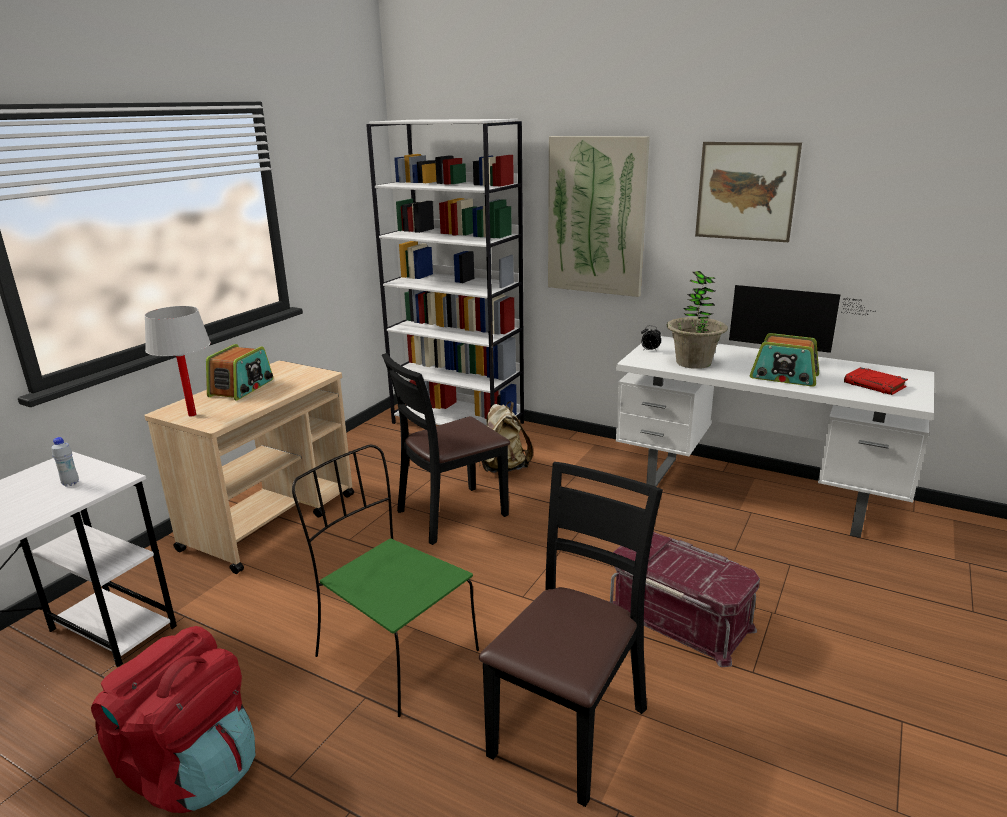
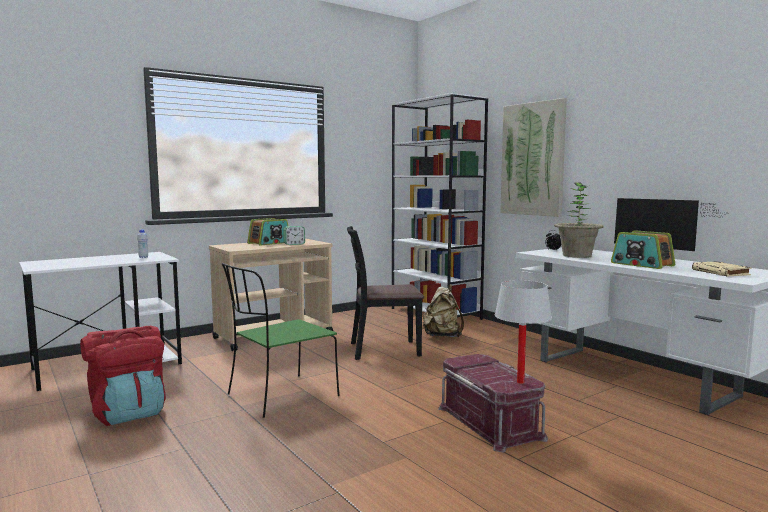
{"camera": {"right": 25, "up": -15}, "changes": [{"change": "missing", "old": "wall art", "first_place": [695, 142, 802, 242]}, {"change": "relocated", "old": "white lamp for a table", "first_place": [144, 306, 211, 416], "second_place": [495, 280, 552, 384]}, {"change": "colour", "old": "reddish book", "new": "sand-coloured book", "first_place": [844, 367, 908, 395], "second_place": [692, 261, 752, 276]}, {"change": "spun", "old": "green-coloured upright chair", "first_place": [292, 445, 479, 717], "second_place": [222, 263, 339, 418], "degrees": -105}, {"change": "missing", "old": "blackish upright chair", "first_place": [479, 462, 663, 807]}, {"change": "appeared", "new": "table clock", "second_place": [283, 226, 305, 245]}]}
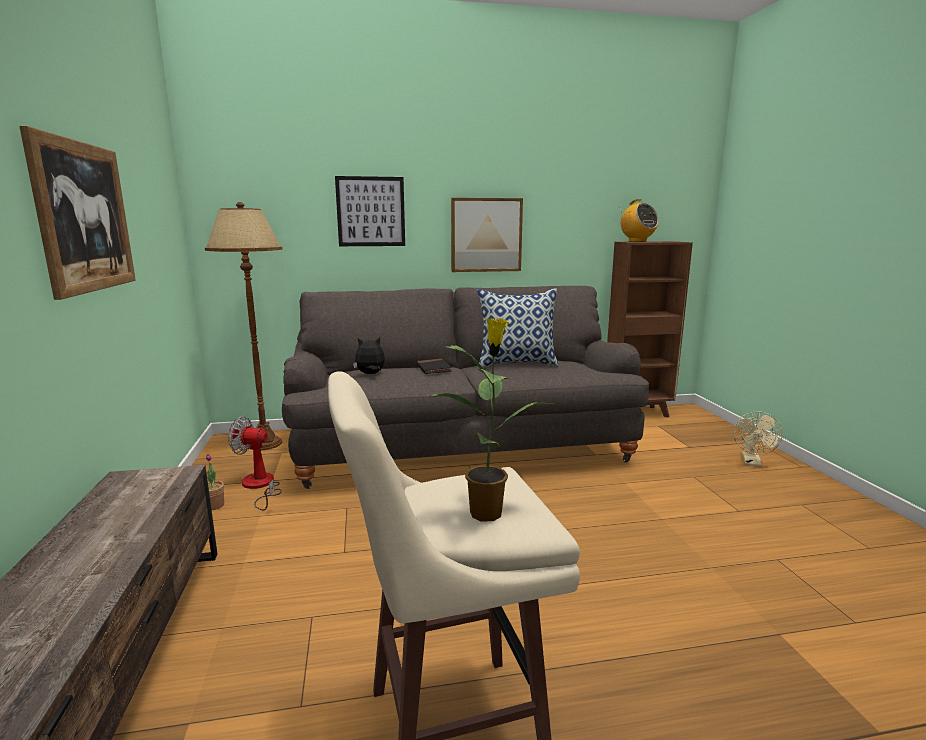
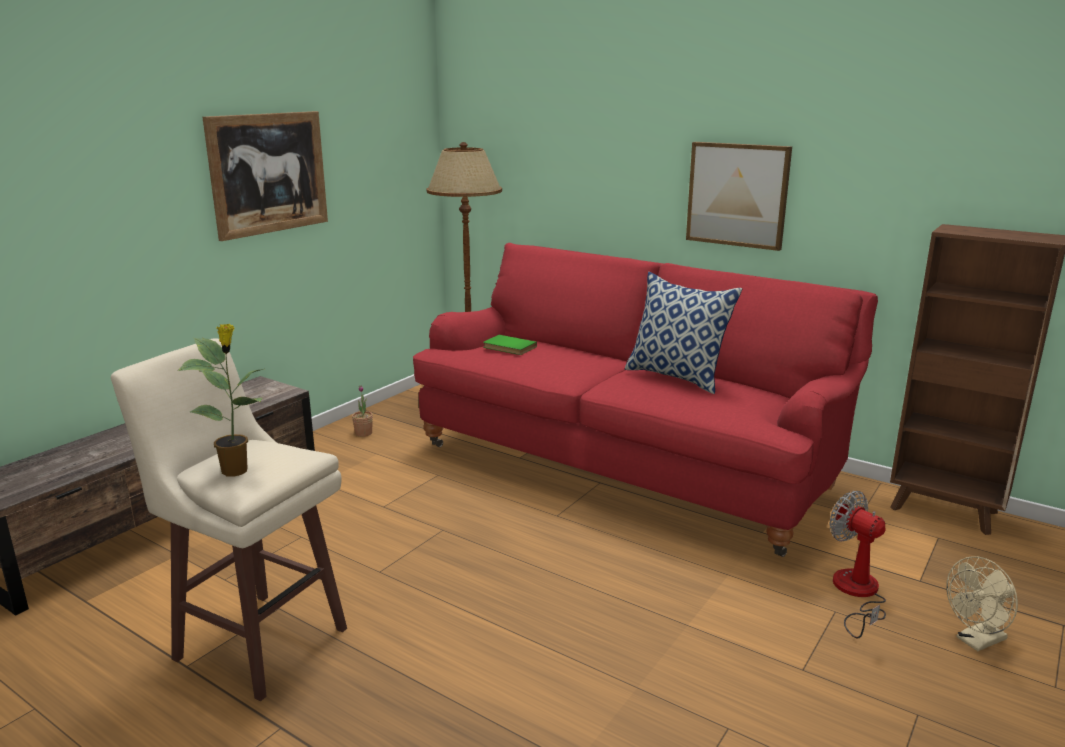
{"camera": {"right": 45, "up": 5}, "changes": [{"change": "missing", "old": "wall art", "first_place": [335, 176, 405, 246]}, {"change": "missing", "old": "radio set", "first_place": [620, 199, 659, 242]}, {"change": "colour", "old": "gray settee", "new": "reddish settee", "first_place": [282, 286, 649, 489], "second_place": [413, 243, 878, 557]}, {"change": "exchanged", "old": "cuddly toy", "new": "green-coloured book", "first_place": [353, 337, 385, 374], "second_place": [483, 335, 537, 355]}, {"change": "missing", "old": "blackish book", "first_place": [417, 359, 452, 374]}, {"change": "relocated", "old": "cooling fan", "first_place": [228, 416, 282, 510], "second_place": [829, 491, 886, 639]}]}
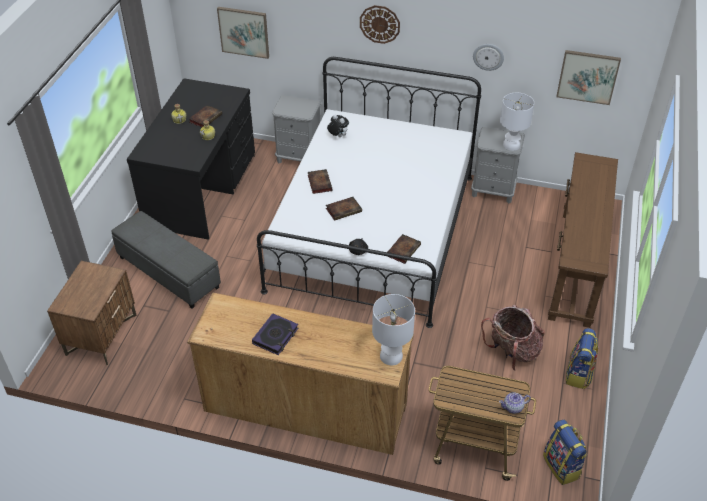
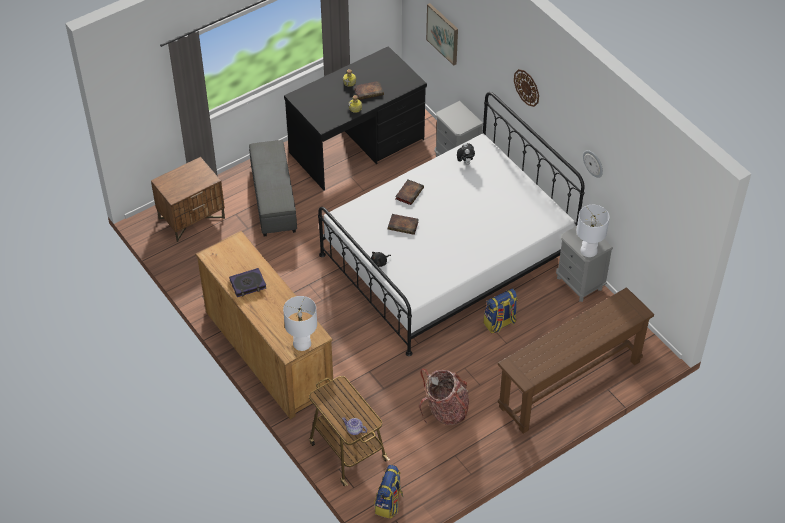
{"camera": {"right": 40, "up": 5}, "changes": [{"change": "missing", "old": "wall art", "first_place": [556, 50, 621, 105]}, {"change": "missing", "old": "book", "first_place": [387, 234, 421, 264]}, {"change": "relocated", "old": "knapsack", "first_place": [566, 328, 598, 389], "second_place": [484, 289, 518, 333]}]}
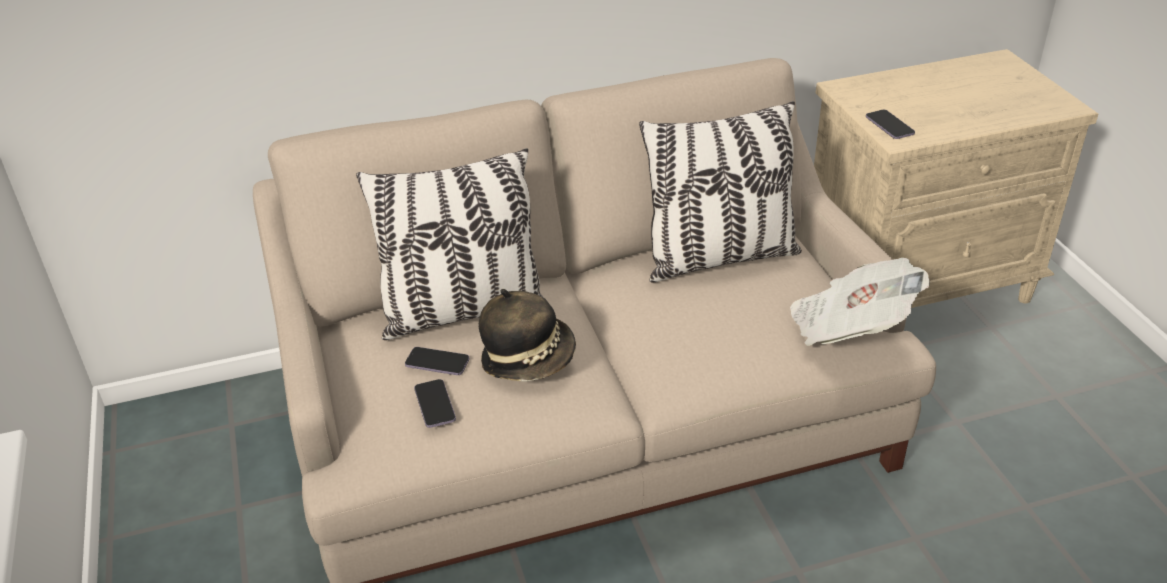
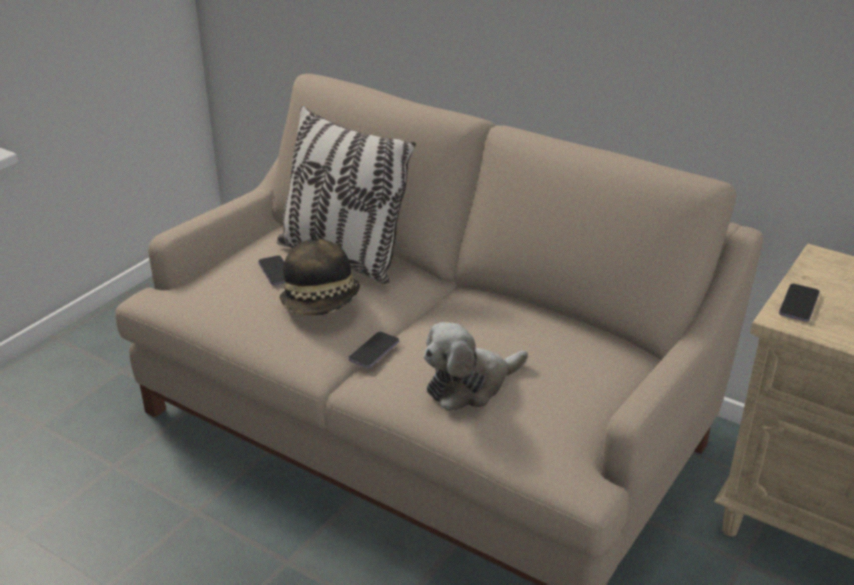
{"camera": {"right": 50, "up": -5}, "changes": [{"change": "missing", "old": "throw pillow", "first_place": [639, 101, 802, 283]}, {"change": "missing", "old": "daily paper", "first_place": [790, 258, 930, 346]}, {"change": "relocated", "old": "handset", "first_place": [414, 379, 456, 428], "second_place": [348, 332, 399, 368]}, {"change": "appeared", "new": "cuddly toy", "second_place": [424, 322, 528, 411]}]}
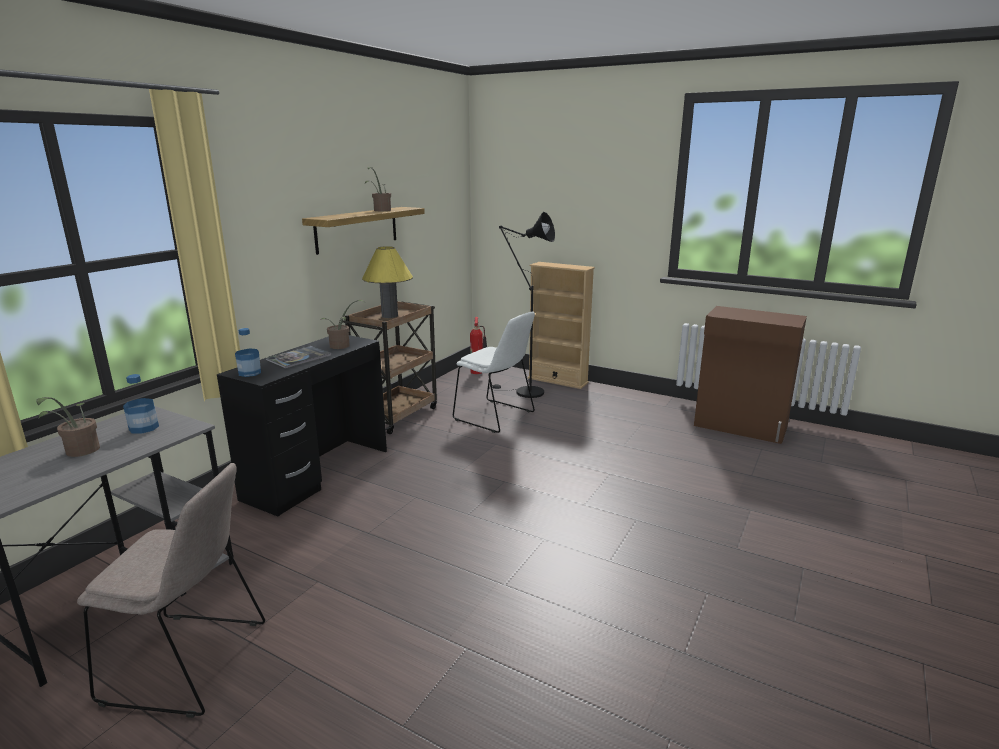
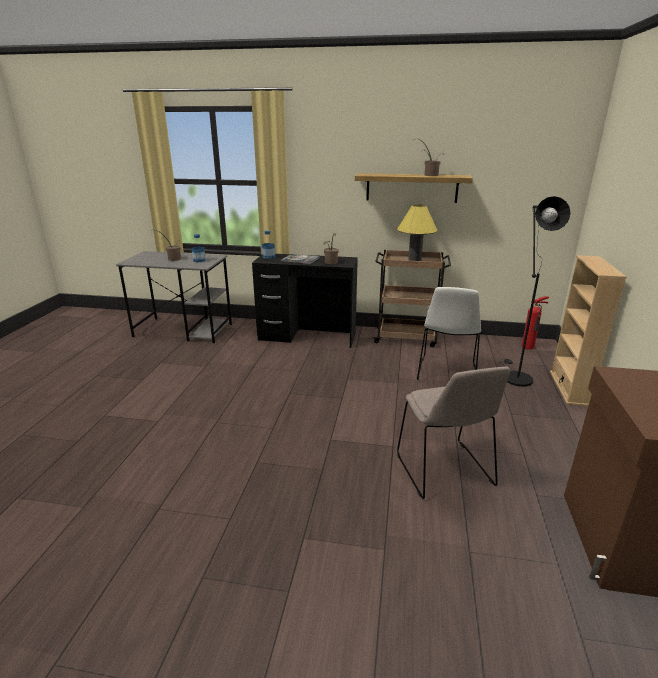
{"camera": {"right": 70, "up": 5}, "changes": [{"change": "relocated", "old": "sand-coloured upright chair", "first_place": [77, 463, 265, 718], "second_place": [397, 367, 510, 499]}]}
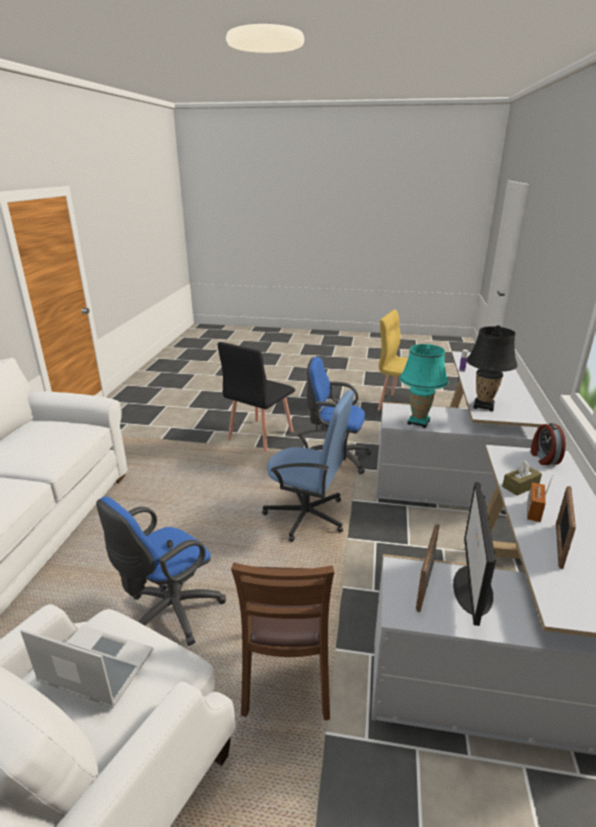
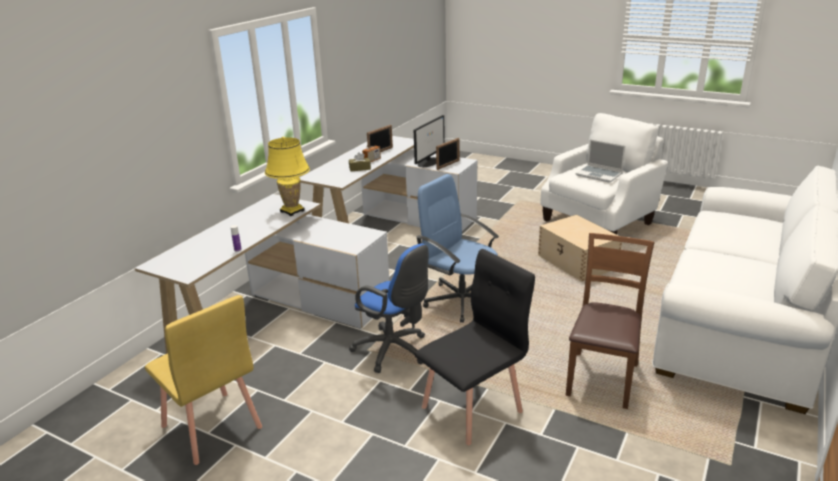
{"camera": {"right": -160, "up": 0}, "changes": [{"change": "colour", "old": "blackish lamp for a table", "new": "yellow lamp for a table", "first_place": [467, 325, 518, 411], "second_place": [265, 137, 310, 216]}, {"change": "missing", "old": "turquoise-coloured lamp for a table", "first_place": [399, 344, 449, 428]}, {"change": "missing", "old": "table clock", "first_place": [531, 423, 566, 465]}, {"change": "exchanged", "old": "bluish computer chair", "new": "sand-coloured storage box", "first_place": [96, 497, 226, 646], "second_place": [538, 215, 622, 282]}, {"change": "relocated", "old": "brown-coloured upright chair", "first_place": [231, 563, 334, 720], "second_place": [566, 233, 655, 409]}]}
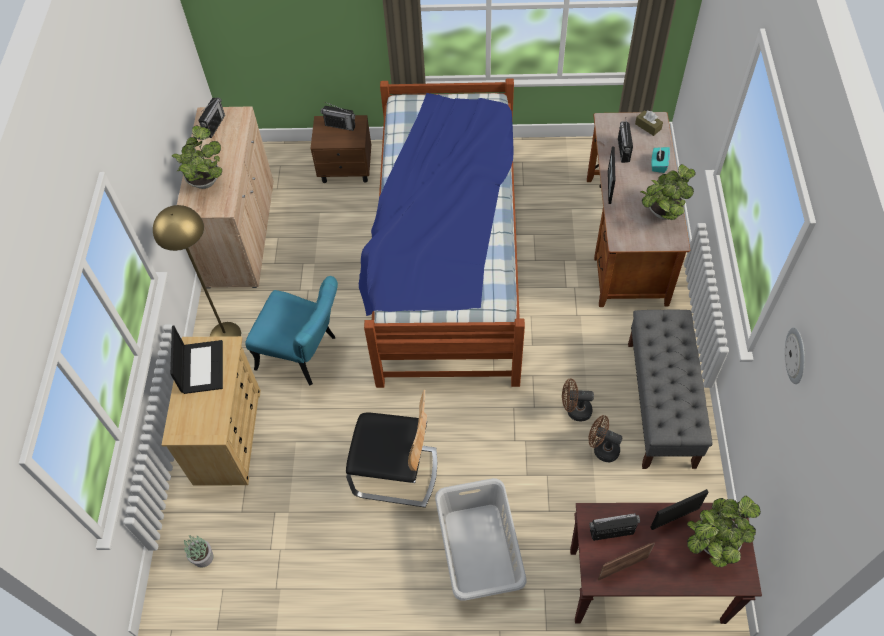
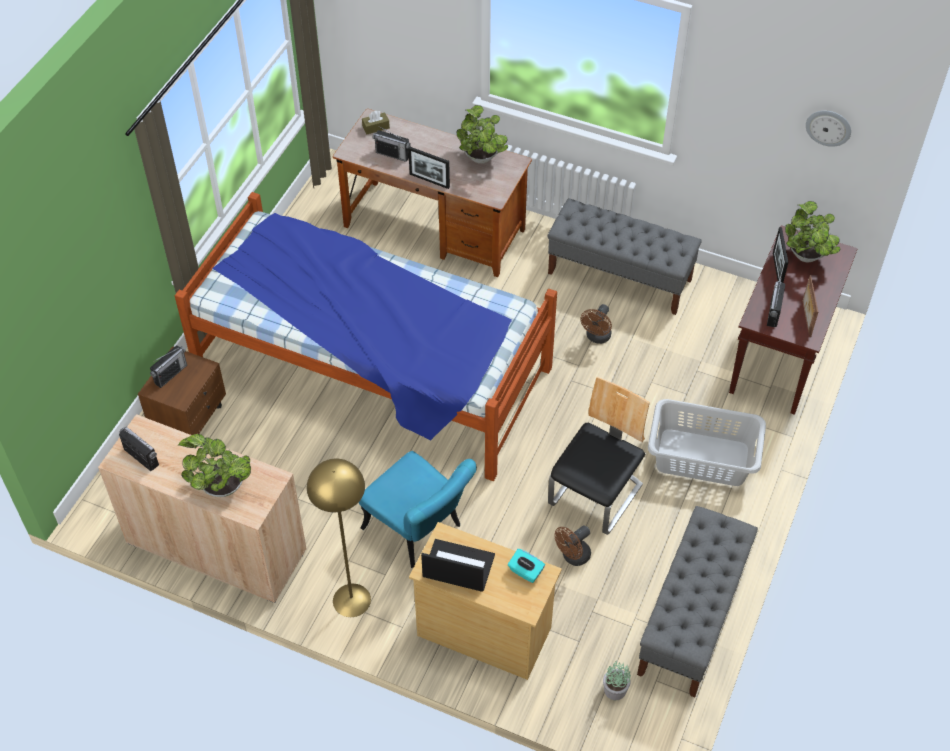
{"camera": {"right": -70, "up": -5}, "changes": [{"change": "relocated", "old": "turquoise-coloured tissue box", "first_place": [651, 147, 670, 173], "second_place": [508, 549, 545, 583]}, {"change": "spun", "old": "turquoise-coloured upright chair", "first_place": [245, 276, 338, 385], "second_place": [359, 451, 477, 568], "degrees": 90}, {"change": "relocated", "old": "wall clock", "first_place": [785, 328, 805, 384], "second_place": [806, 111, 851, 147]}, {"change": "relocated", "old": "brown-coloured cooling fan", "first_place": [589, 415, 623, 462], "second_place": [554, 525, 591, 566]}, {"change": "appeared", "new": "gray indoor bench", "second_place": [637, 506, 758, 697]}]}
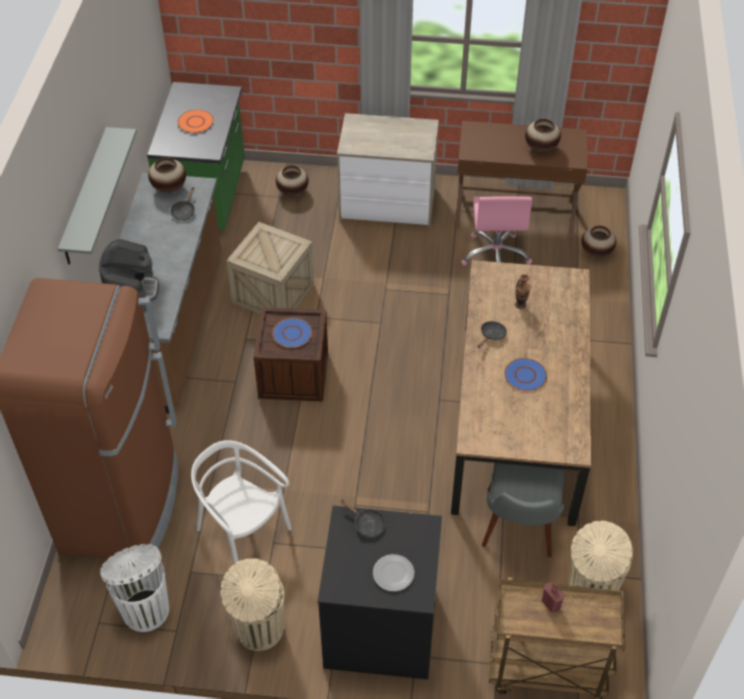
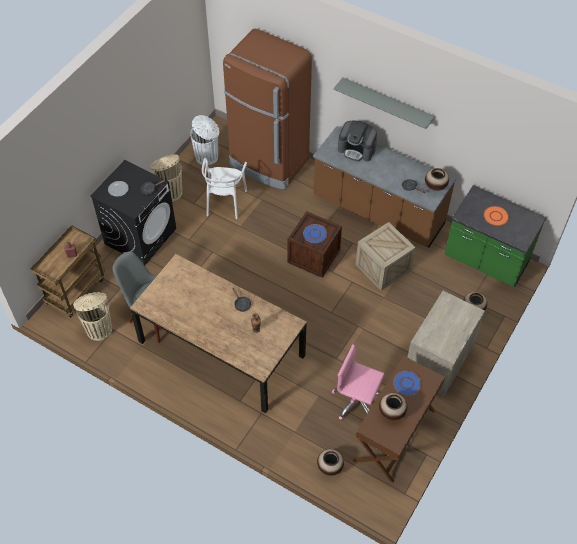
{"camera": {"right": 115, "up": 5}, "changes": [{"change": "relocated", "old": "bluish flat dish", "first_place": [504, 358, 547, 391], "second_place": [393, 371, 421, 396]}, {"change": "spun", "old": "white upright chair", "first_place": [191, 440, 292, 565], "second_place": [202, 158, 247, 219], "degrees": 120}]}
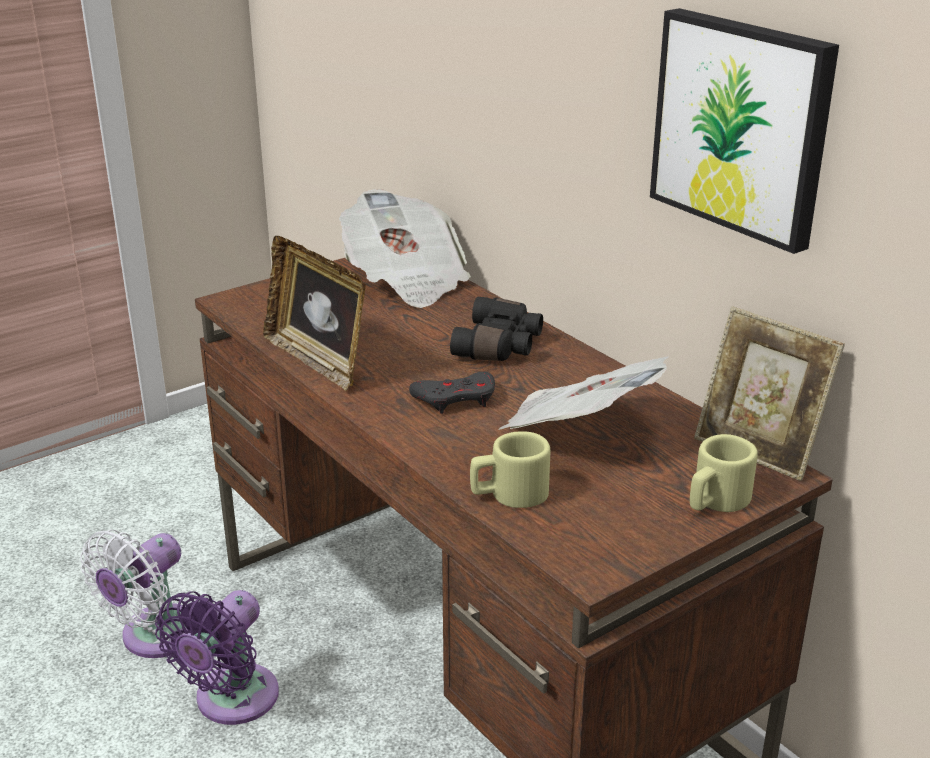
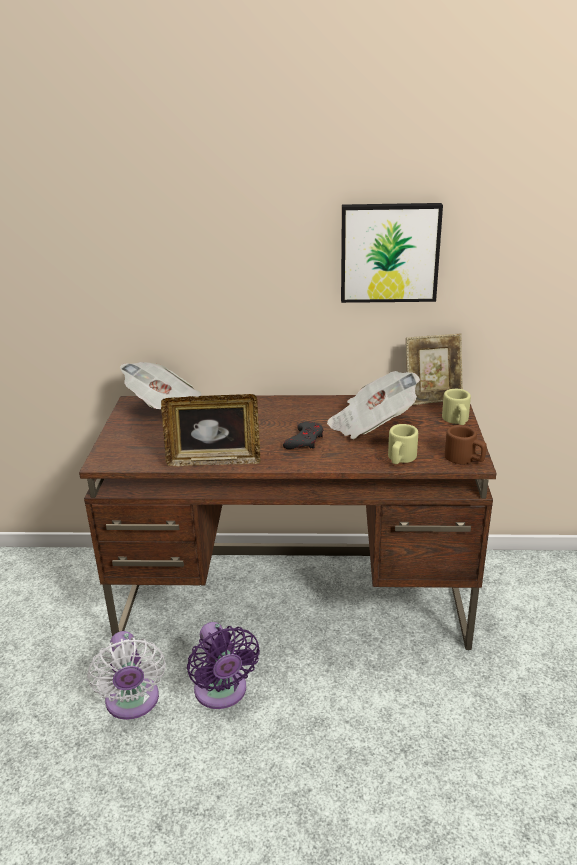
{"camera": {"right": -50, "up": 0}, "changes": [{"change": "missing", "old": "blackish field glasses", "first_place": [450, 297, 543, 361]}, {"change": "appeared", "new": "brown-coloured coffee mug", "second_place": [444, 425, 487, 464]}]}
